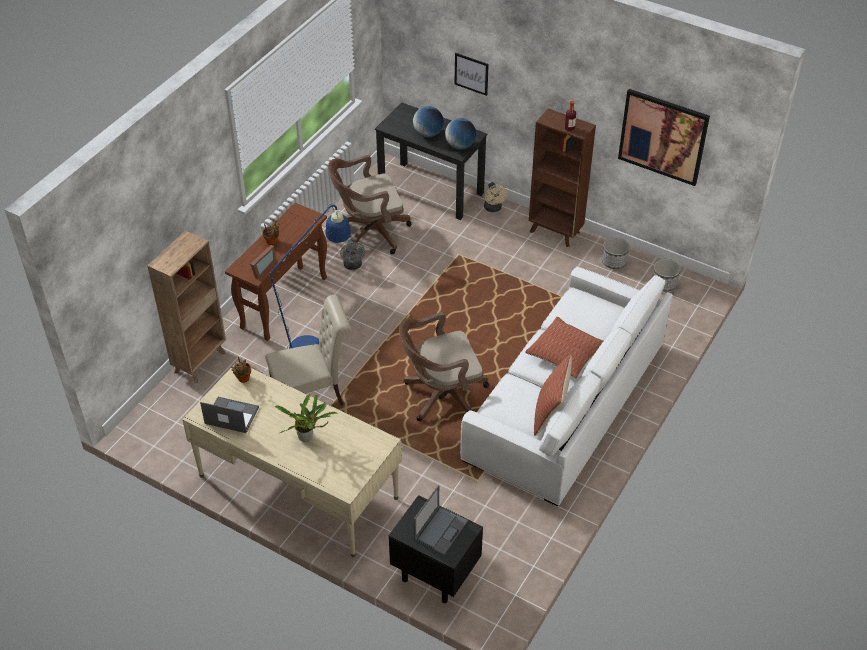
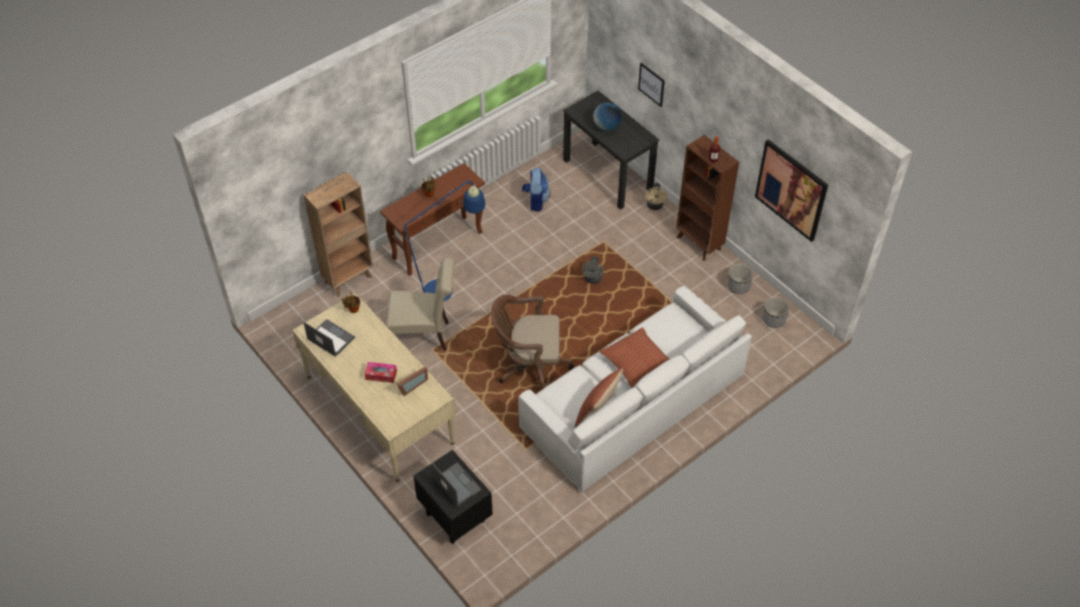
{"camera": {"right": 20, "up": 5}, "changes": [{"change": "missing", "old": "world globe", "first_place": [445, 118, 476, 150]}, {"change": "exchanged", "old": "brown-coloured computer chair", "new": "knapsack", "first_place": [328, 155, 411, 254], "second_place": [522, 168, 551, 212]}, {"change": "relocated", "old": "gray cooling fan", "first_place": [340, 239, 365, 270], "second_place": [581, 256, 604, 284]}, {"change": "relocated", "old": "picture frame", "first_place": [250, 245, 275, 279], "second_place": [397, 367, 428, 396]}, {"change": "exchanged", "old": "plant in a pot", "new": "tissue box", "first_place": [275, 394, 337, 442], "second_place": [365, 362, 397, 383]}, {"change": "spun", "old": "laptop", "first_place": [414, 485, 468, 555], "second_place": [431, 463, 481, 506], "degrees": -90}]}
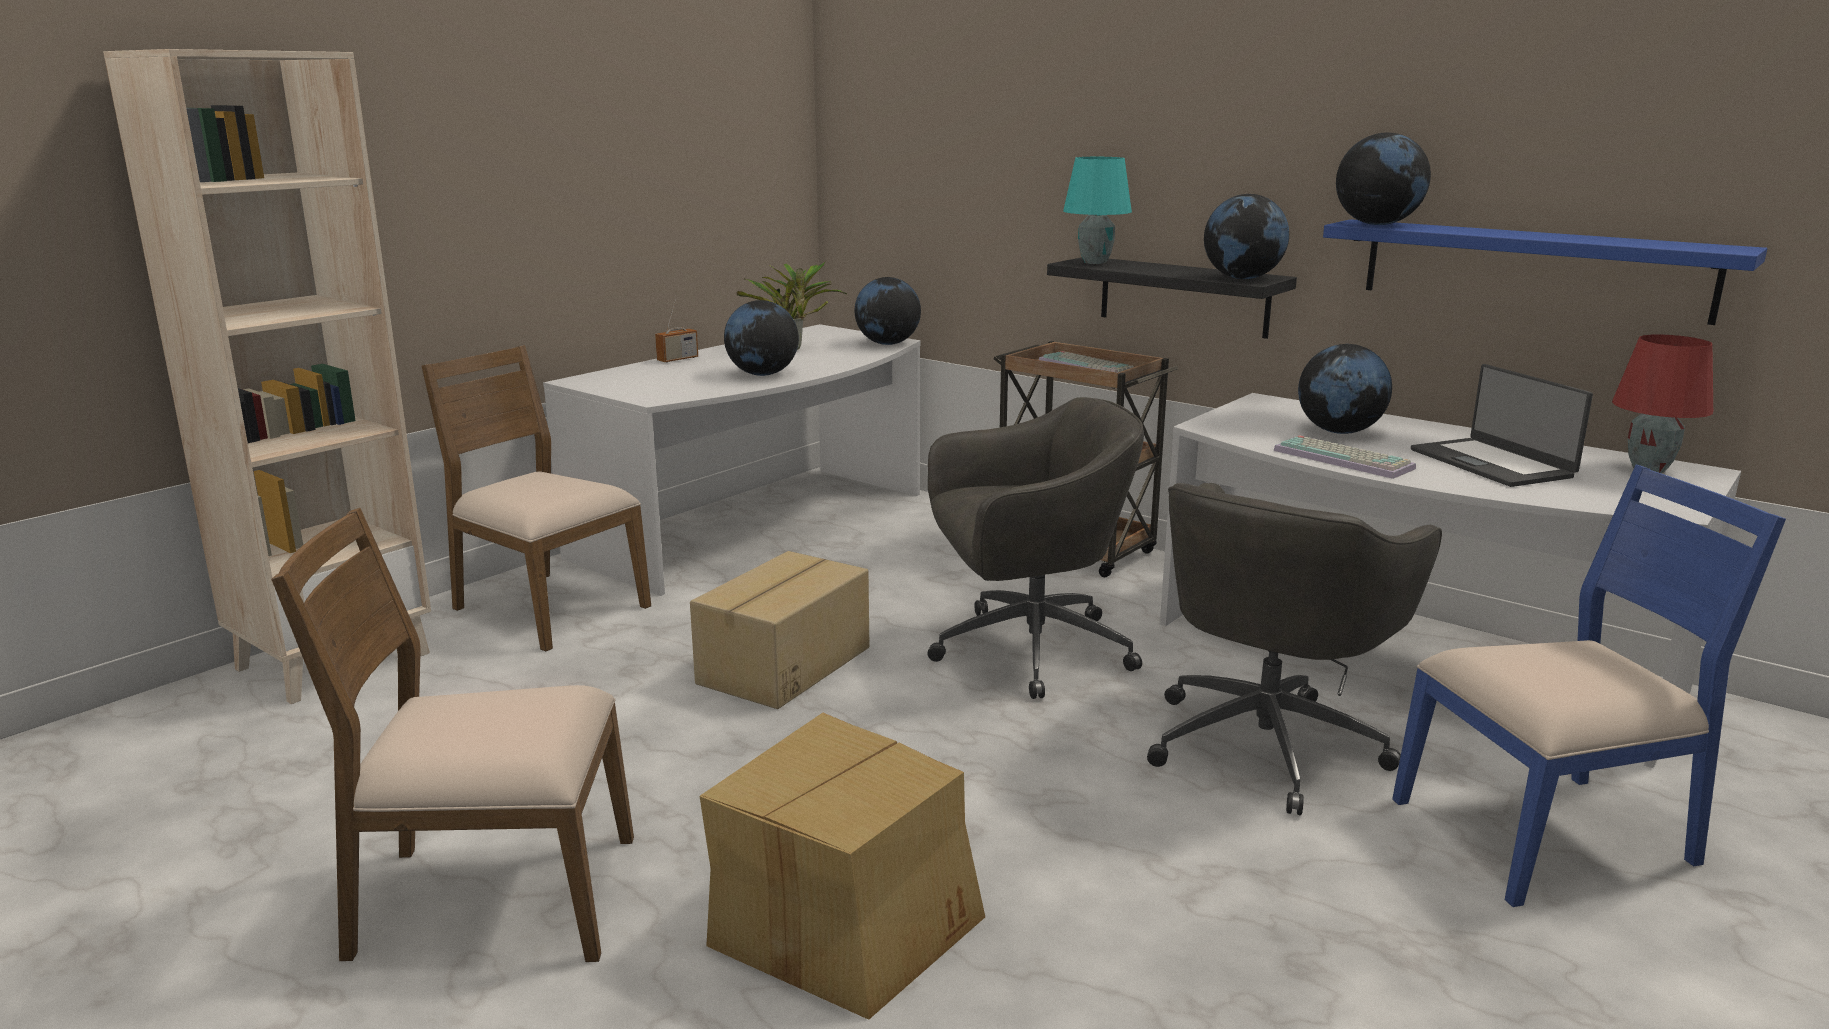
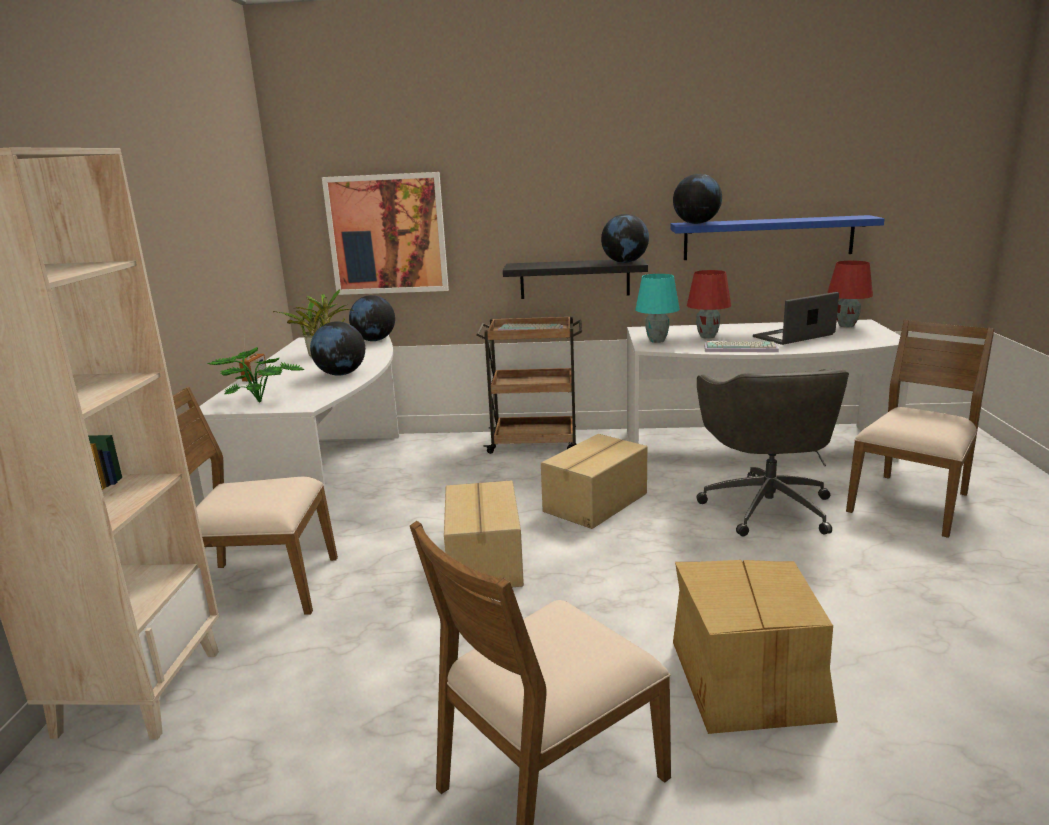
{"camera": {"right": -35, "up": 0}, "changes": [{"change": "relocated", "old": "turquoise-coloured lamp for a table", "first_place": [1063, 157, 1132, 264], "second_place": [635, 274, 680, 343]}, {"change": "exchanged", "old": "world globe", "new": "reddish lamp for a table", "first_place": [1298, 344, 1392, 434], "second_place": [687, 270, 731, 339]}, {"change": "spun", "old": "laptop", "first_place": [1411, 364, 1593, 487], "second_place": [753, 292, 839, 345], "degrees": 120}, {"change": "exchanged", "old": "gray computer chair", "new": "cardboard box", "first_place": [927, 397, 1144, 699], "second_place": [541, 434, 647, 529]}, {"change": "colour", "old": "bluish upright chair", "new": "brown-coloured upright chair", "first_place": [1392, 465, 1786, 907], "second_place": [846, 320, 994, 538]}, {"change": "appeared", "new": "wall art", "second_place": [322, 172, 449, 295]}, {"change": "appeared", "new": "plant in a pot", "second_place": [208, 347, 304, 403]}]}
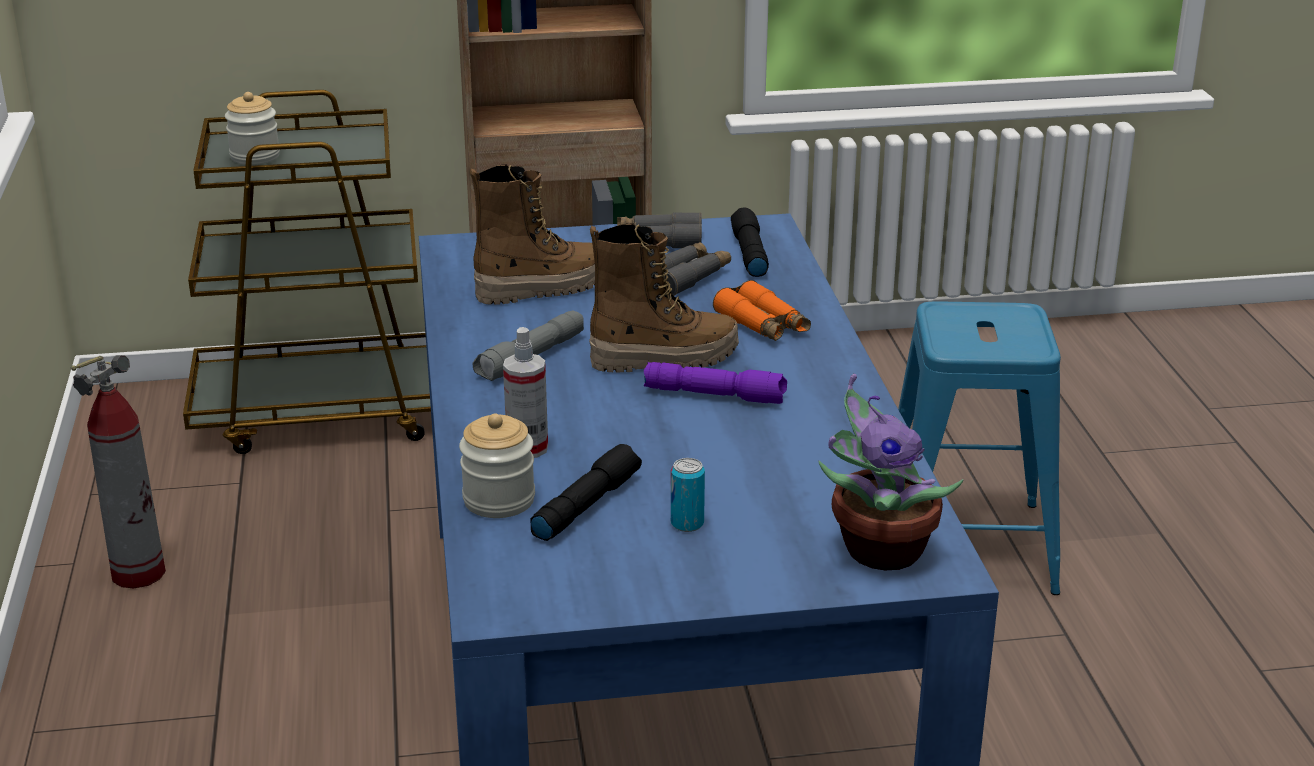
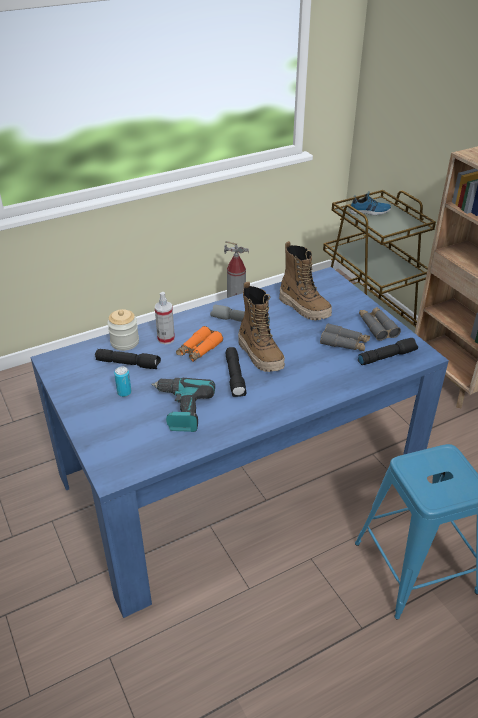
{"camera": {"right": 70, "up": 10}, "changes": [{"change": "exchanged", "old": "storage jar", "new": "low shoe", "first_place": [225, 92, 280, 165], "second_place": [349, 191, 391, 215]}, {"change": "relocated", "old": "orange field glasses", "first_place": [713, 280, 811, 341], "second_place": [176, 326, 223, 362]}, {"change": "colour", "old": "purple-coloured hand torch", "new": "blackish hand torch", "first_place": [644, 362, 787, 404], "second_place": [225, 347, 246, 397]}, {"change": "missing", "old": "plant in a pot", "first_place": [818, 374, 963, 571]}, {"change": "appeared", "new": "power drill", "second_place": [151, 378, 215, 432]}]}
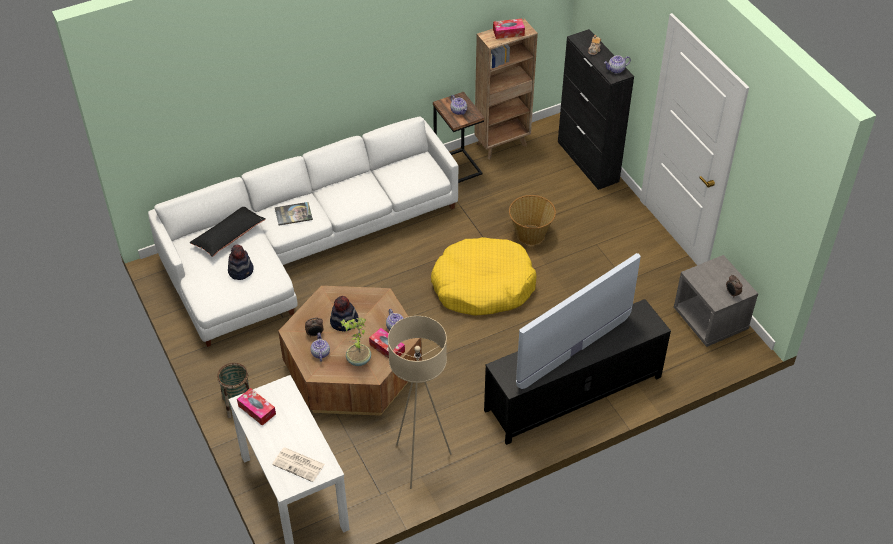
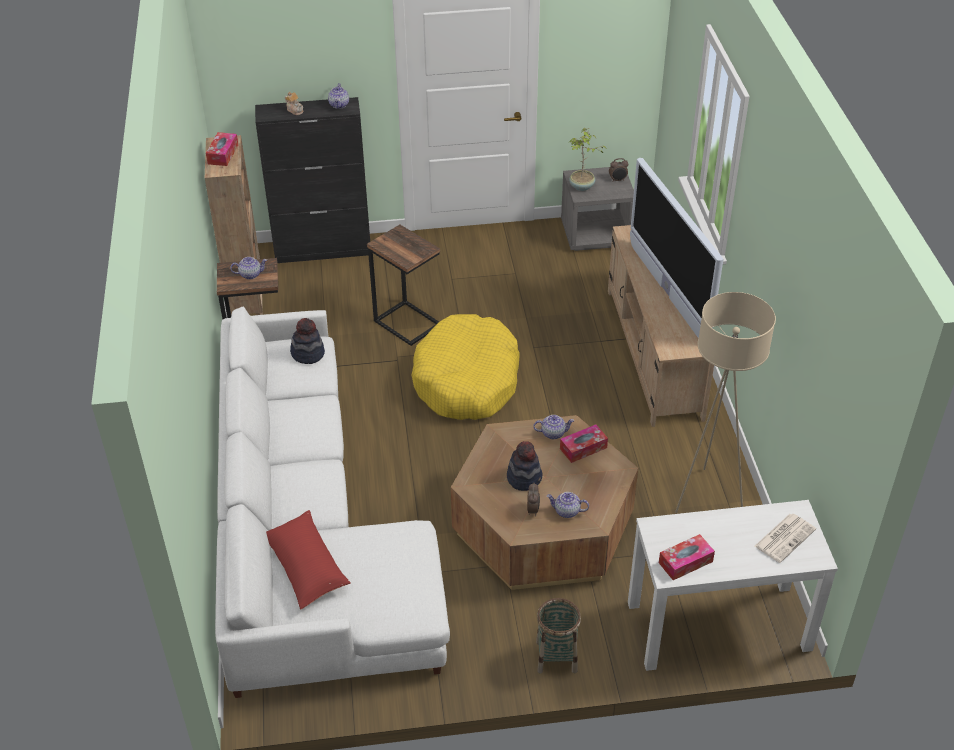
{"camera": {"right": -70, "up": -5}, "changes": [{"change": "exchanged", "old": "basket", "new": "accent table", "first_place": [509, 195, 556, 245], "second_place": [367, 225, 440, 346]}, {"change": "missing", "old": "book", "first_place": [275, 202, 313, 225]}, {"change": "colour", "old": "blackish throw pillow", "new": "reddish throw pillow", "first_place": [190, 207, 266, 257], "second_place": [266, 510, 351, 609]}, {"change": "relocated", "old": "wearable hat", "first_place": [228, 245, 254, 280], "second_place": [290, 318, 325, 364]}, {"change": "colour", "old": "blackish media console", "new": "sand-coloured media console", "first_place": [484, 299, 671, 445], "second_place": [608, 225, 714, 427]}, {"change": "relocated", "old": "plant in a pot", "first_place": [341, 318, 371, 366], "second_place": [569, 128, 607, 191]}]}
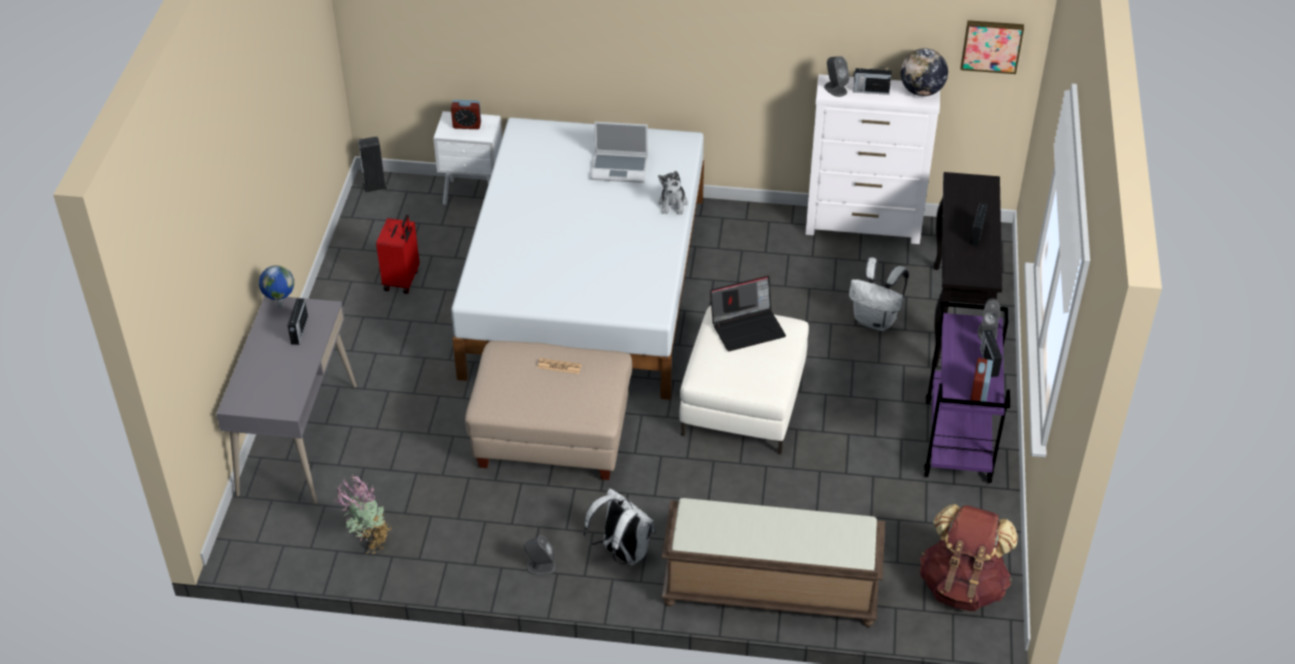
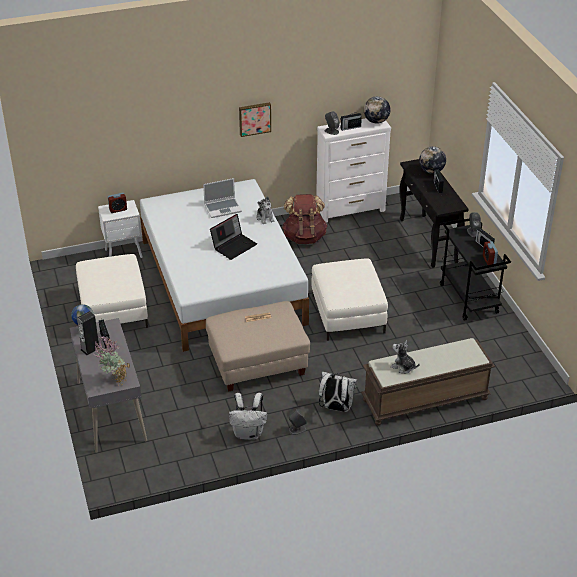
{"camera": {"right": -25, "up": -5}, "changes": [{"change": "relocated", "old": "wall art", "first_place": [961, 20, 1024, 74], "second_place": [239, 102, 271, 137]}, {"change": "relocated", "old": "speaker", "first_place": [358, 136, 387, 193], "second_place": [77, 311, 99, 355]}, {"change": "exchanged", "old": "reddish suitcase", "new": "white ottoman", "first_place": [376, 215, 419, 294], "second_place": [76, 254, 148, 328]}, {"change": "relocated", "old": "white knapsack", "first_place": [849, 258, 909, 331], "second_place": [229, 393, 267, 440]}, {"change": "relocated", "old": "laptop", "first_place": [710, 276, 786, 351], "second_place": [210, 214, 257, 260]}, {"change": "colour", "old": "purple-coloured wheeled cart", "new": "blackish wheeled cart", "first_place": [924, 302, 1010, 483], "second_place": [440, 219, 511, 321]}, {"change": "relocated", "old": "plant in a pot", "first_place": [334, 475, 391, 554], "second_place": [95, 336, 130, 385]}, {"change": "relocated", "old": "brown-coloured knapsack", "first_place": [920, 504, 1018, 611], "second_place": [282, 194, 327, 244]}, {"change": "appeared", "new": "world globe", "second_place": [419, 146, 446, 174]}, {"change": "appeared", "new": "cuddly toy", "second_place": [391, 340, 419, 374]}]}
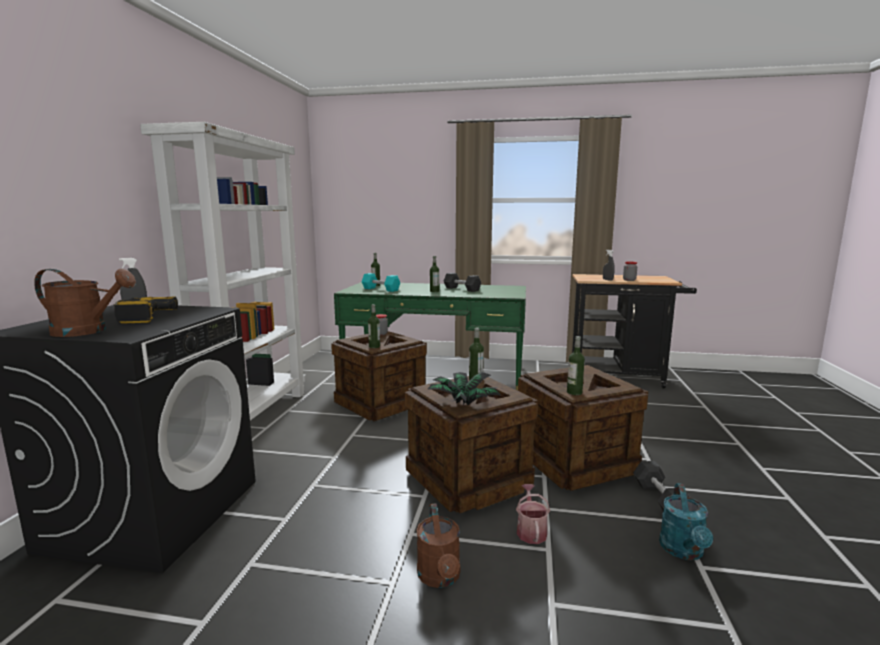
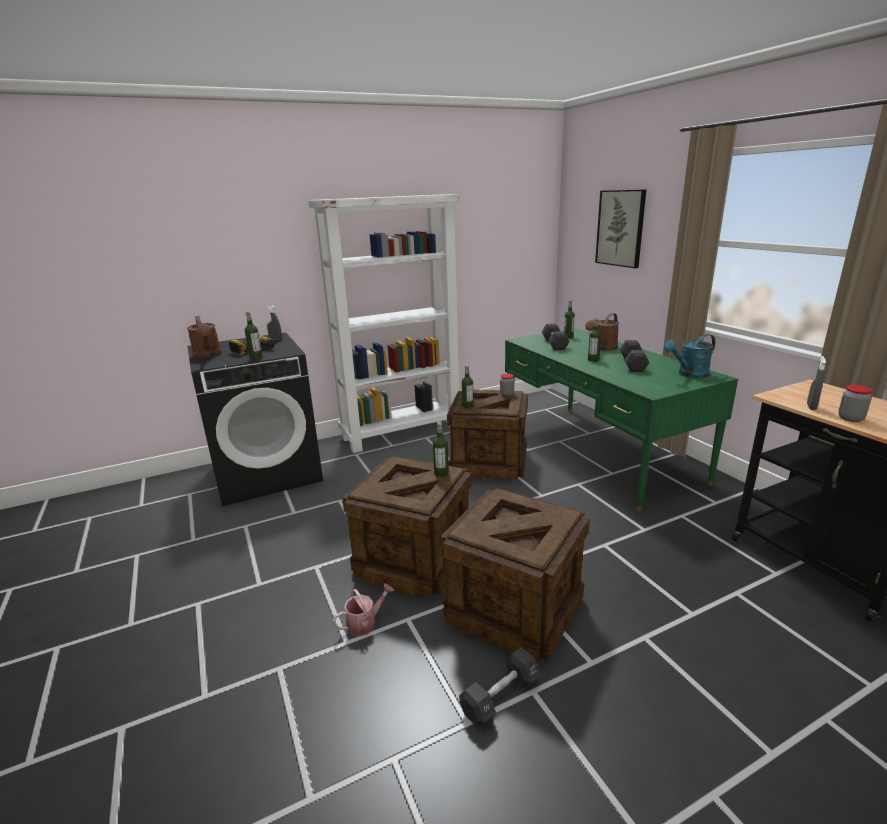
{"camera": {"right": 55, "up": 10}, "changes": [{"change": "colour", "old": "turquoise-coloured dumbbell", "new": "blackish dumbbell", "first_place": [361, 273, 400, 292], "second_place": [542, 323, 570, 350]}, {"change": "relocated", "old": "drink bottle", "first_place": [567, 336, 585, 395], "second_place": [245, 311, 262, 360]}, {"change": "missing", "old": "plant in a pot", "first_place": [427, 372, 500, 405]}, {"change": "relocated", "old": "turquoise-coloured sprinkling can", "first_place": [659, 483, 713, 560], "second_place": [663, 334, 715, 378]}, {"change": "relocated", "old": "brown-coloured sprinkling can", "first_place": [416, 503, 460, 588], "second_place": [585, 313, 619, 351]}, {"change": "appeared", "new": "wall art", "second_place": [595, 189, 646, 268]}]}
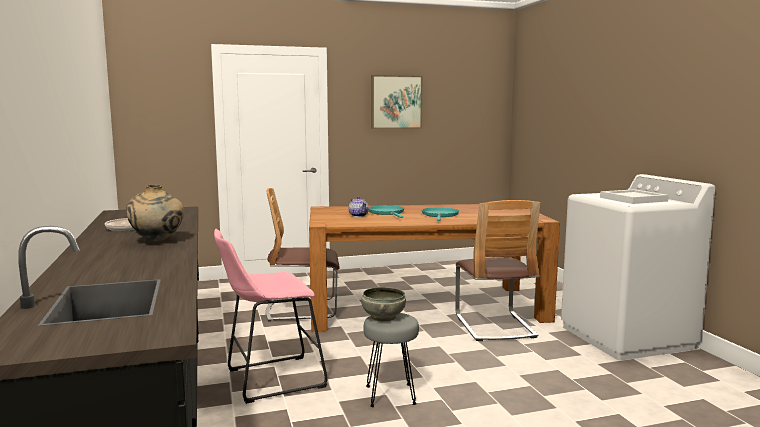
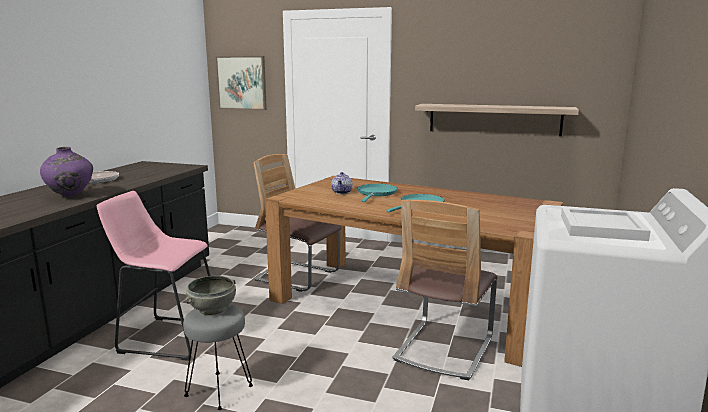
{"camera": {"right": 35, "up": 5}, "changes": [{"change": "relocated", "old": "wall art", "first_place": [371, 75, 422, 129], "second_place": [216, 56, 267, 110]}, {"change": "colour", "old": "sand-coloured vase", "new": "purple-coloured vase", "first_place": [126, 184, 184, 242], "second_place": [40, 147, 93, 197]}, {"change": "appeared", "new": "shelf", "second_place": [415, 104, 579, 136]}]}
